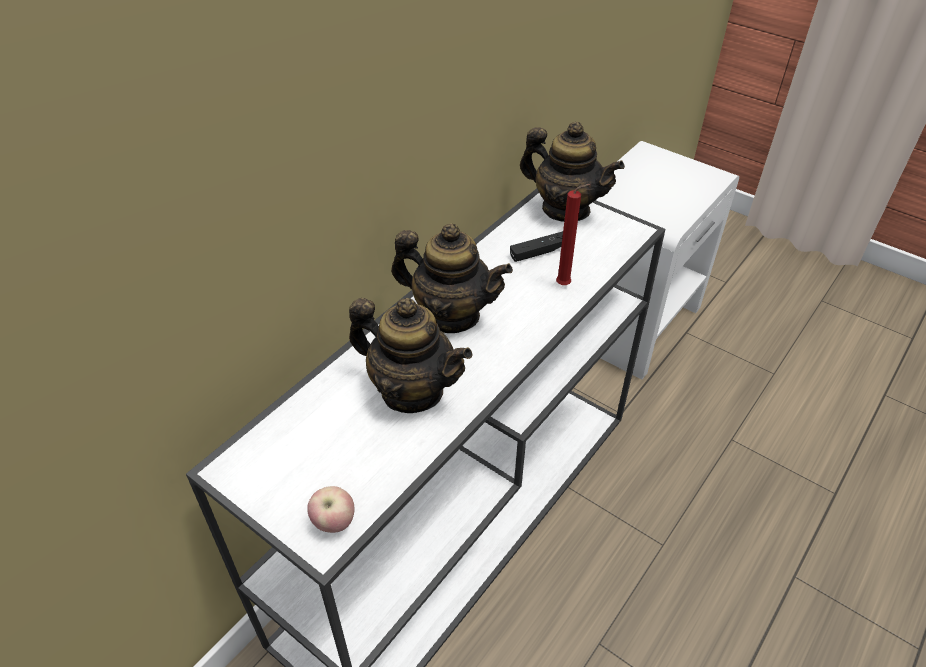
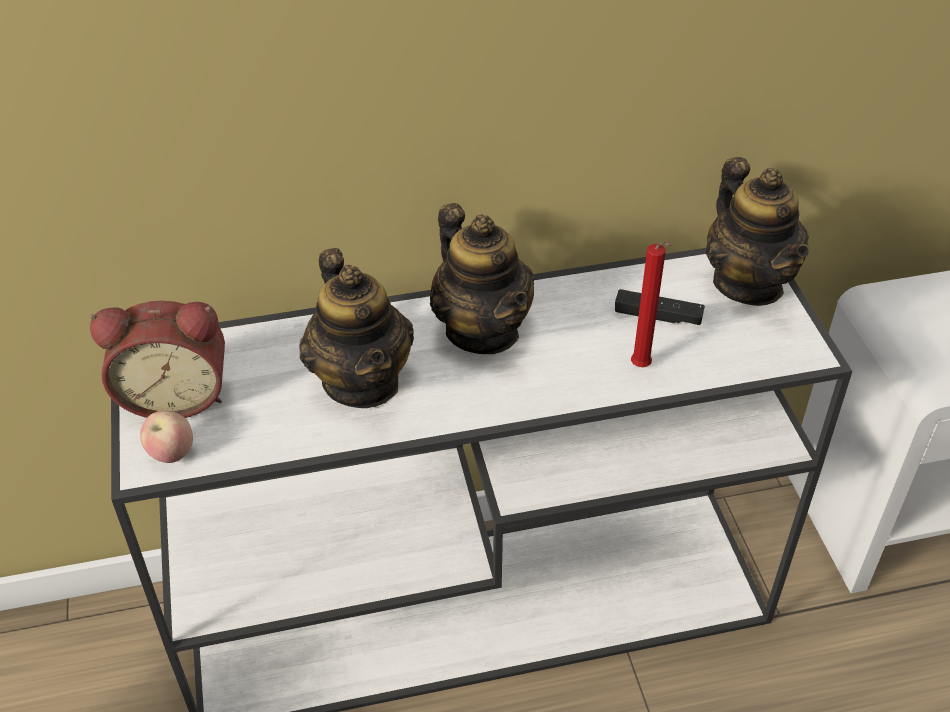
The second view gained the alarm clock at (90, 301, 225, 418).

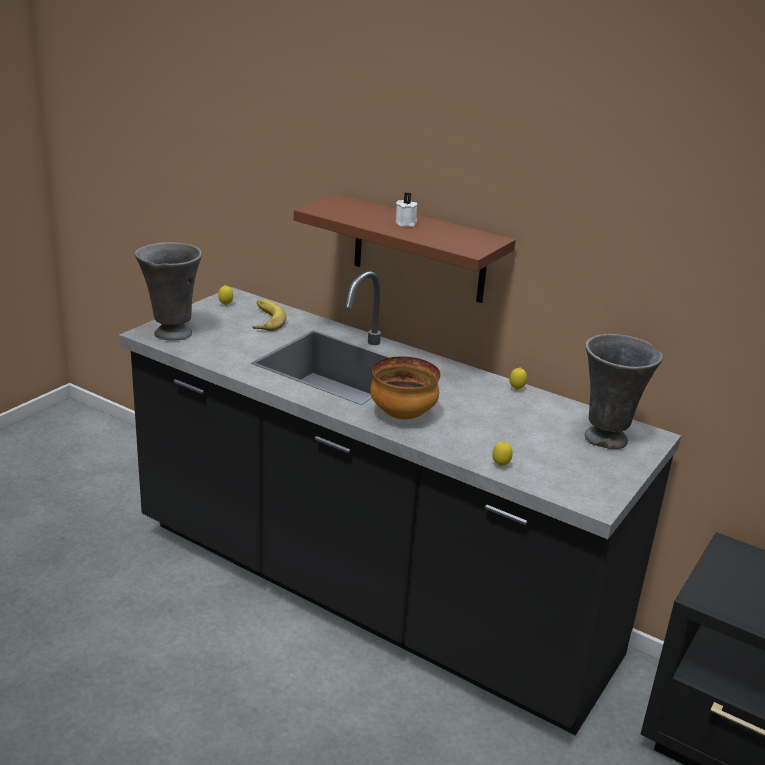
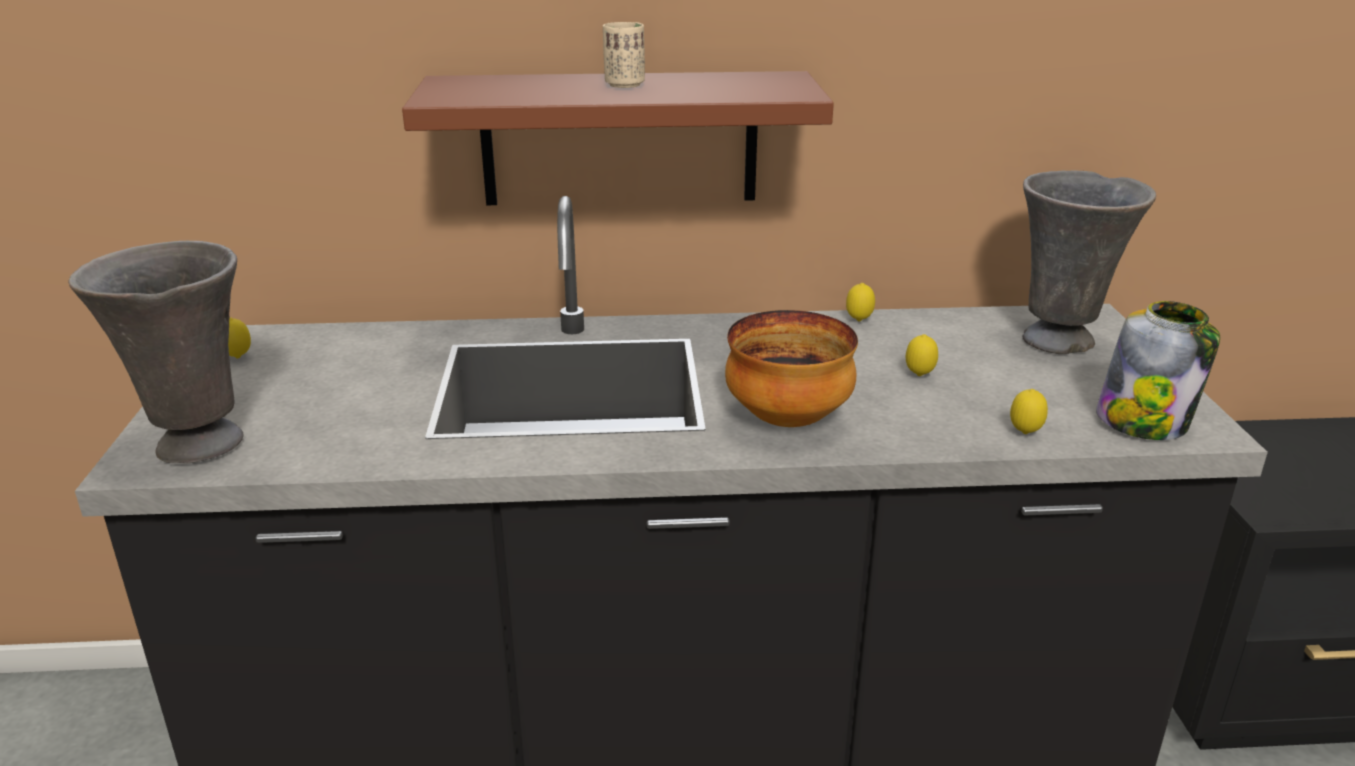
The second view lost the banana at (252, 299, 286, 331). Where the wax light/white-coloured stood at (396, 192, 418, 227), the small cup/beige came to stand at (603, 22, 645, 88). The second view gained the whole lemon at (906, 334, 938, 376). The second view gained the jar at (1096, 301, 1220, 440).

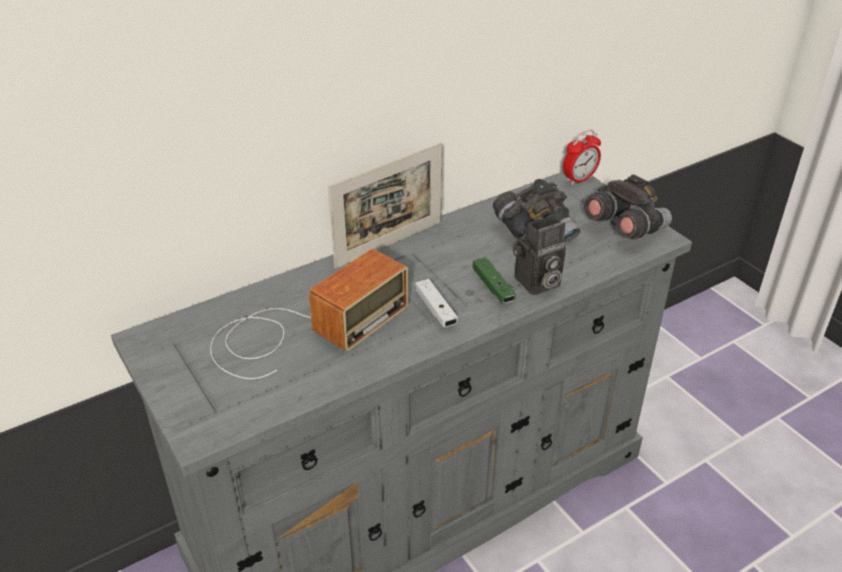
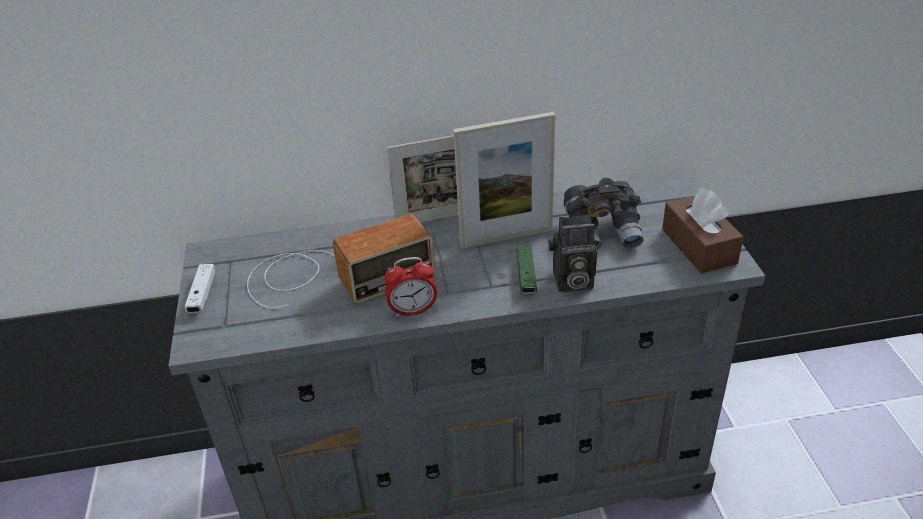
The joypad/white-coloured ended up elsewhere, having gone from (415, 279, 458, 327) to (184, 264, 215, 313). The alarm clock ended up elsewhere, having gone from (563, 129, 601, 185) to (384, 257, 437, 317). Where the pair of binoculars/gray stood at (584, 174, 672, 239), the tissue holder/brown-coloured came to stand at (662, 188, 744, 273). The second view gained the picture frame at (453, 112, 555, 249).

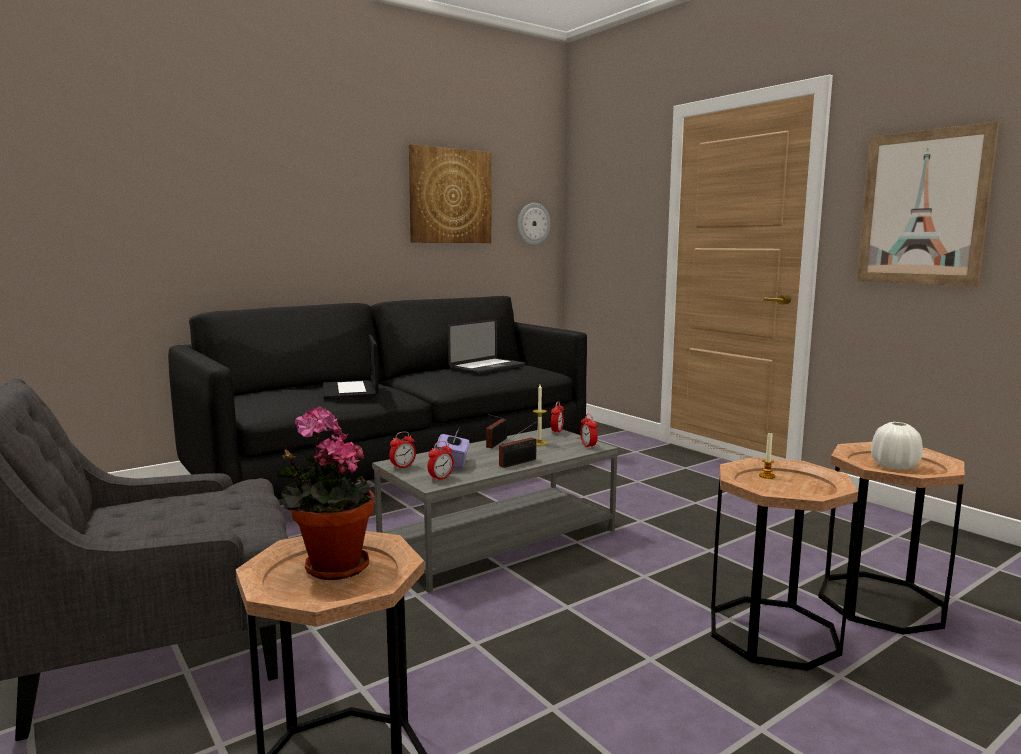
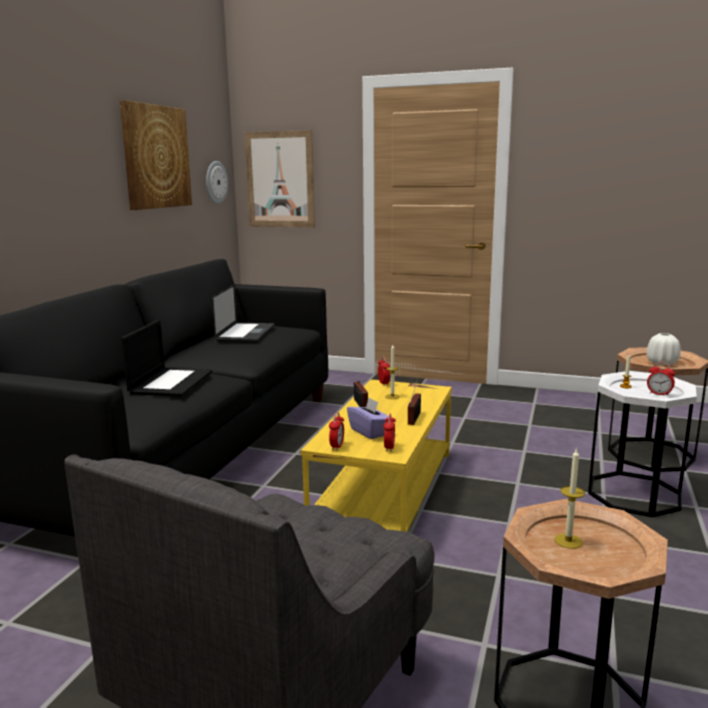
Where the houseplant stood at (275, 407, 375, 580), the wax light came to stand at (554, 448, 585, 549). The notebook computer at (323, 335, 379, 399) ended up facing another way, 120 degrees counterclockwise from before. What was the lounge table/gray at (372, 427, 619, 593) turned into the lounge table/yellow at (300, 379, 452, 532). The alarm clock ended up elsewhere, having gone from (580, 414, 598, 448) to (647, 362, 675, 396). What was the side table/brown-coloured at (711, 457, 858, 671) turned into the side table/white-coloured at (588, 371, 697, 517). The wall art ended up elsewhere, having gone from (857, 121, 999, 286) to (244, 130, 315, 228).

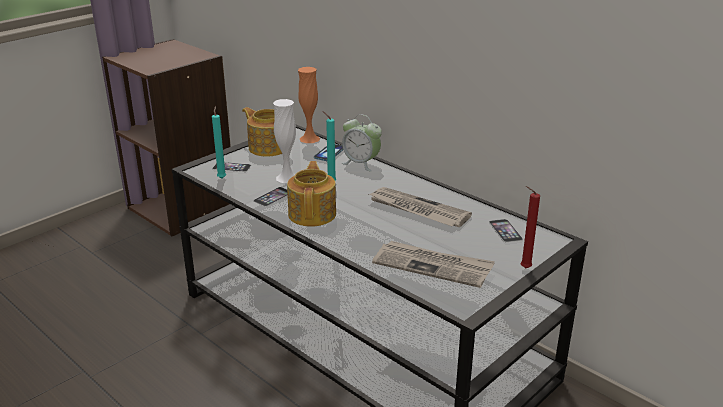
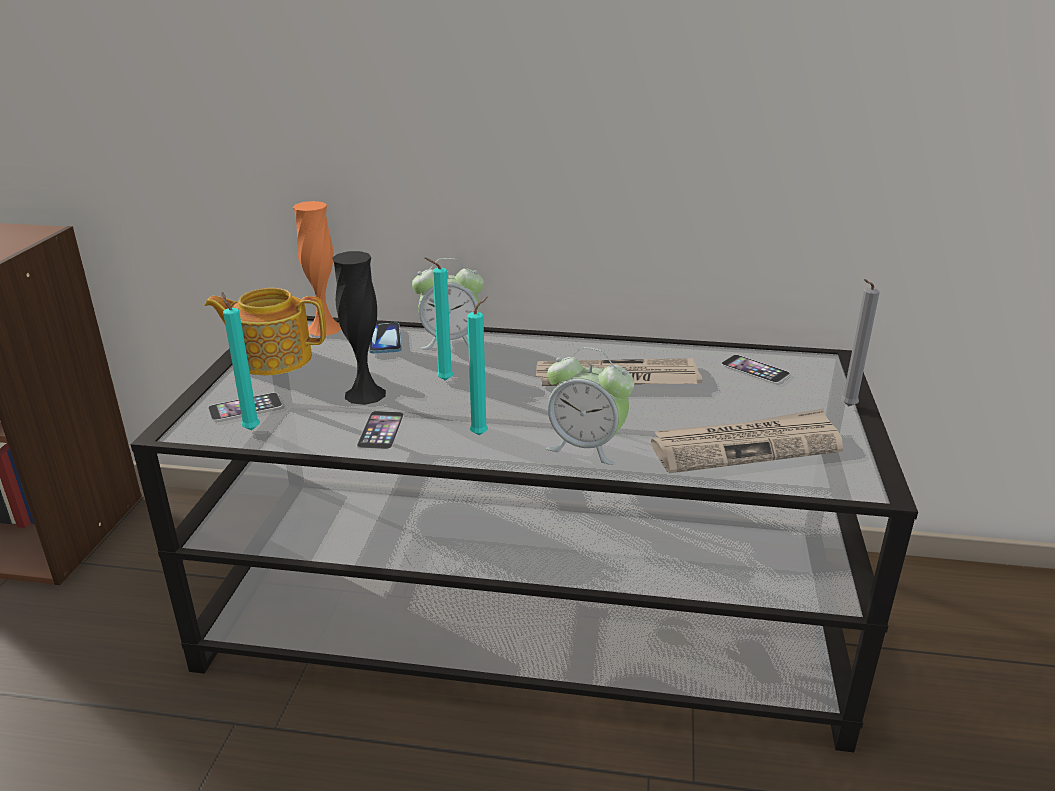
What was the decorative vase/white-coloured at (273, 99, 296, 183) turned into the decorative vase/black at (332, 251, 386, 405). Where the teapot stood at (287, 161, 336, 227), the wax light/turquoise came to stand at (467, 296, 488, 435). What was the wax light/reddish at (521, 186, 540, 268) turned into the wax light/gray at (841, 279, 880, 407). The second view gained the alarm clock at (546, 347, 634, 465).

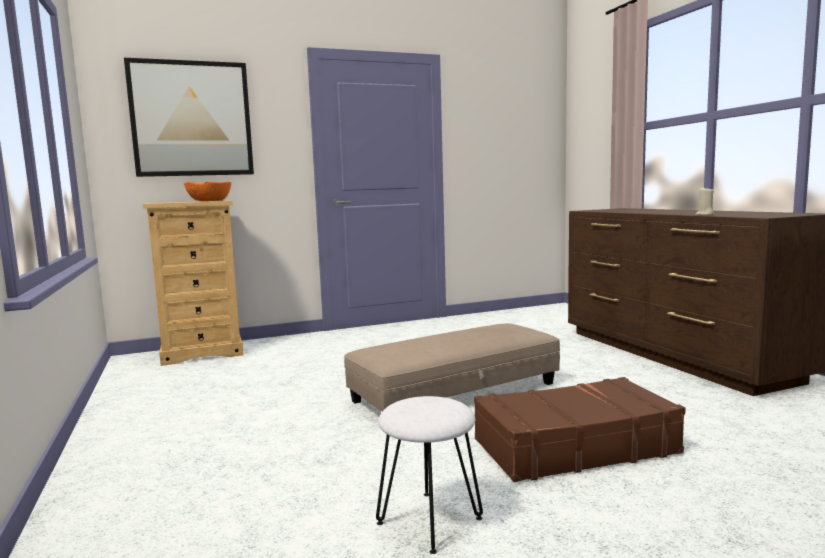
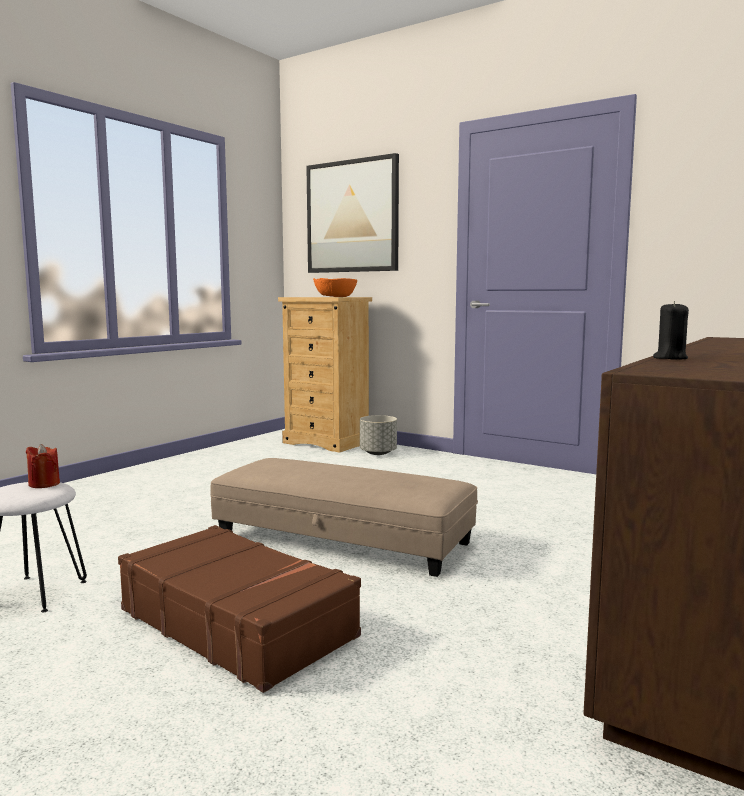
What was the wax light/beige at (695, 188, 714, 215) turned into the wax light/black at (653, 301, 689, 360). The second view gained the wax light/reddish at (26, 444, 60, 488). The second view gained the plant pot/gray at (360, 415, 397, 455).

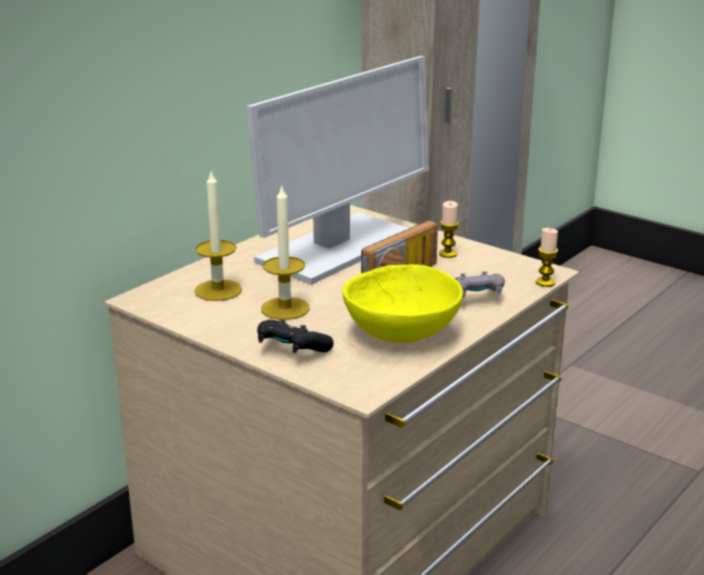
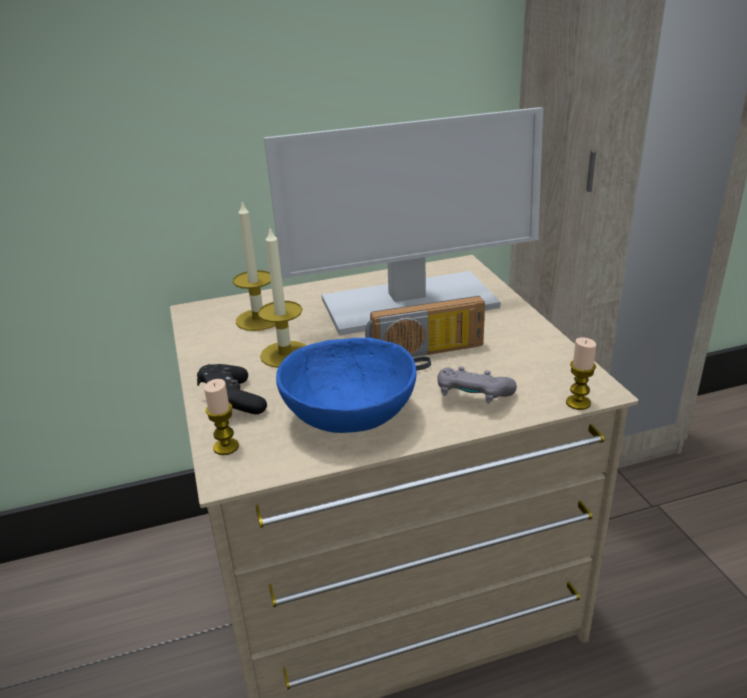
What was the serving bowl/yellow at (342, 264, 463, 343) turned into the serving bowl/bluish at (276, 337, 417, 433). The wax light ended up elsewhere, having gone from (439, 201, 459, 258) to (204, 379, 239, 455).

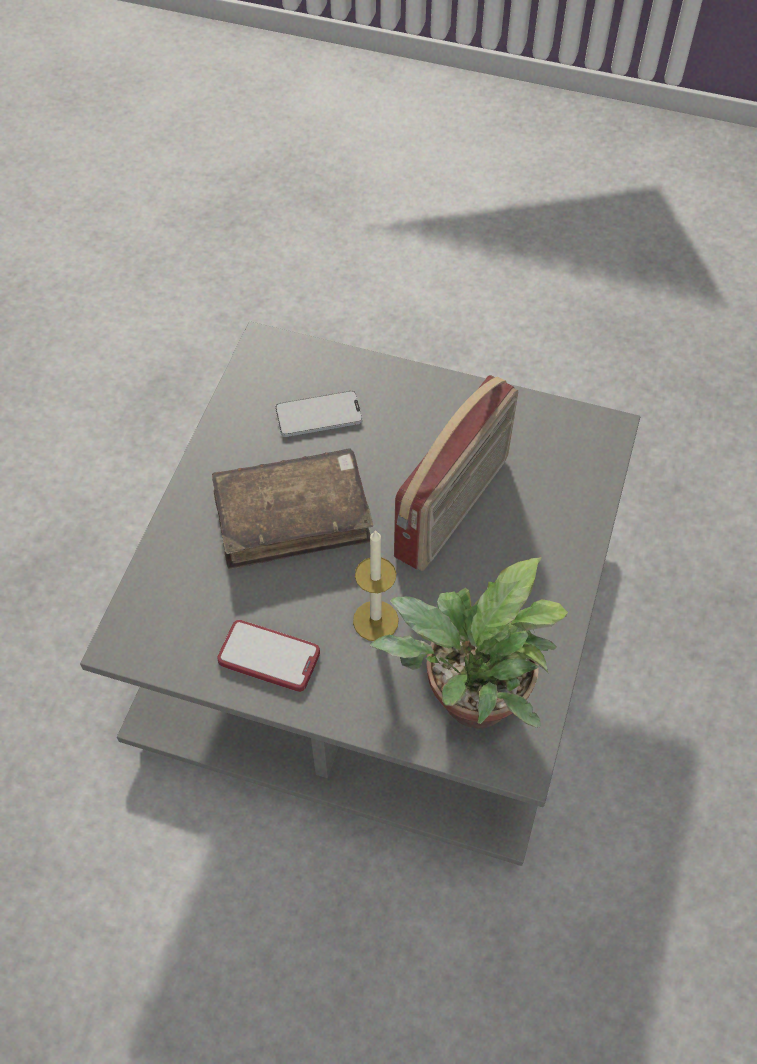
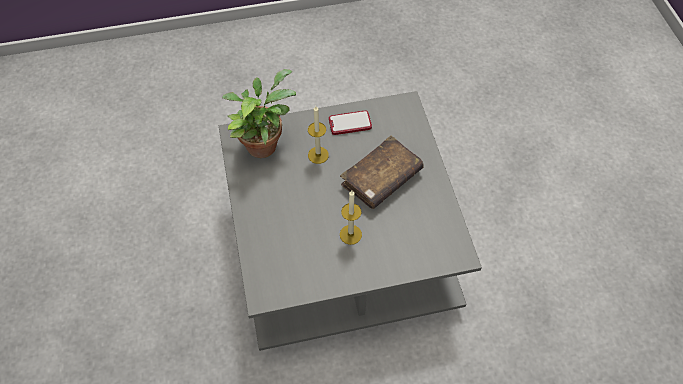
The second view lost the handset at (275, 391, 363, 437). The second view lost the radio set at (394, 375, 518, 571). The second view gained the wax light at (340, 191, 362, 245).

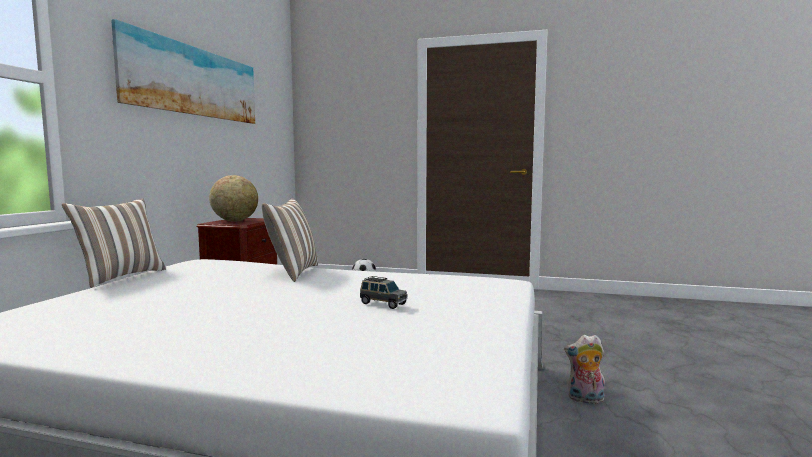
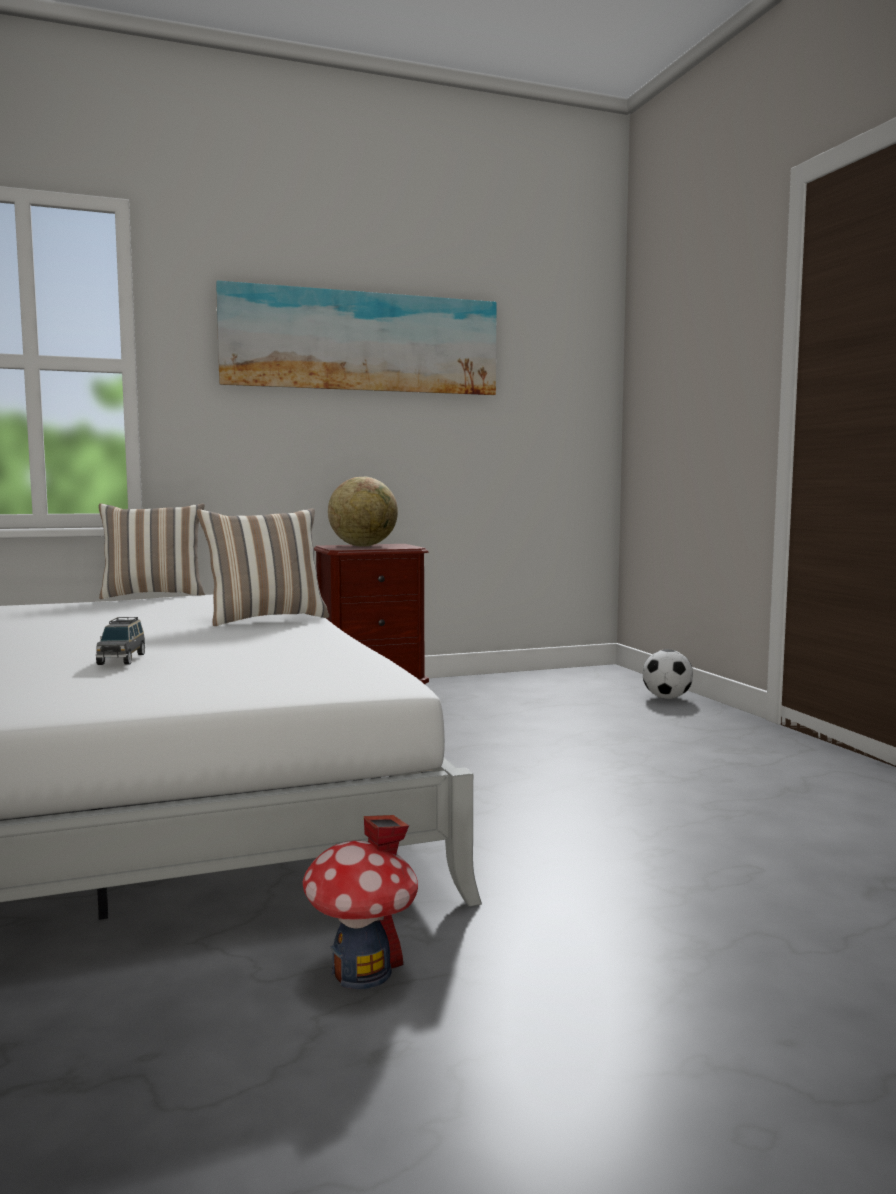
Where the plush toy stood at (564, 335, 605, 404), the model house came to stand at (303, 815, 418, 989).

